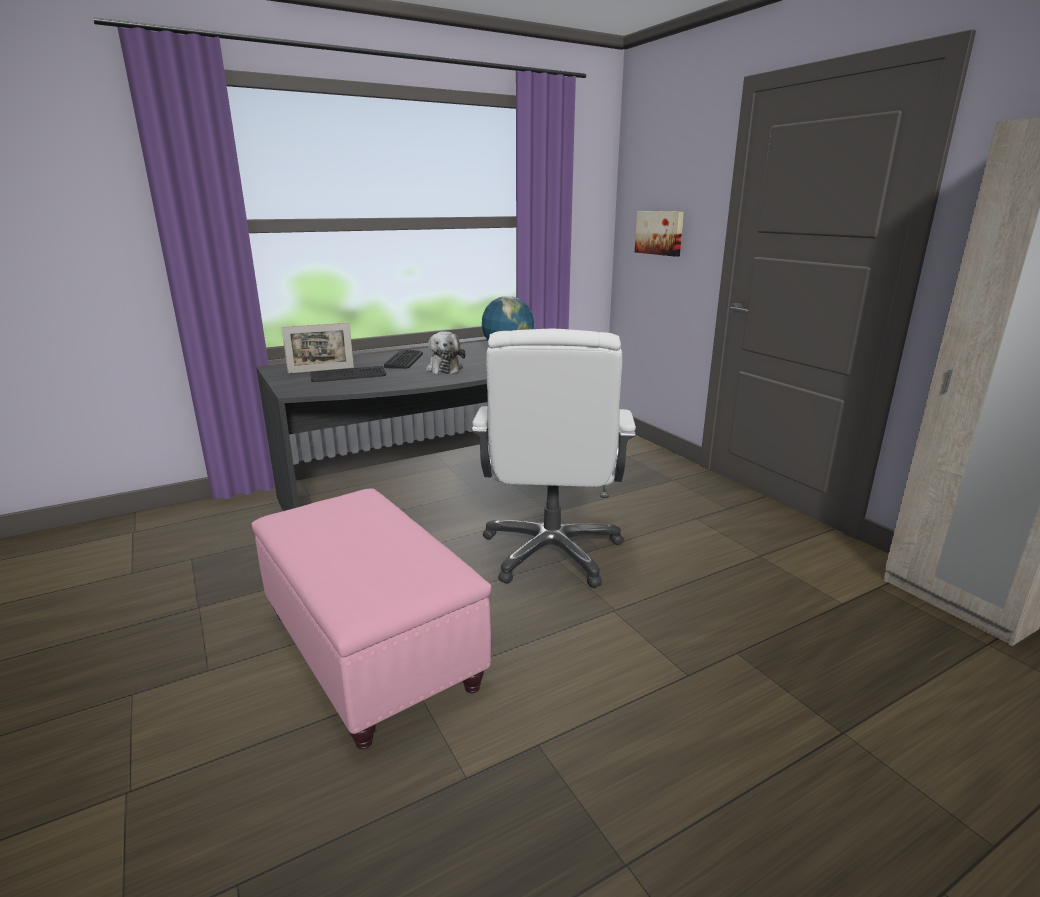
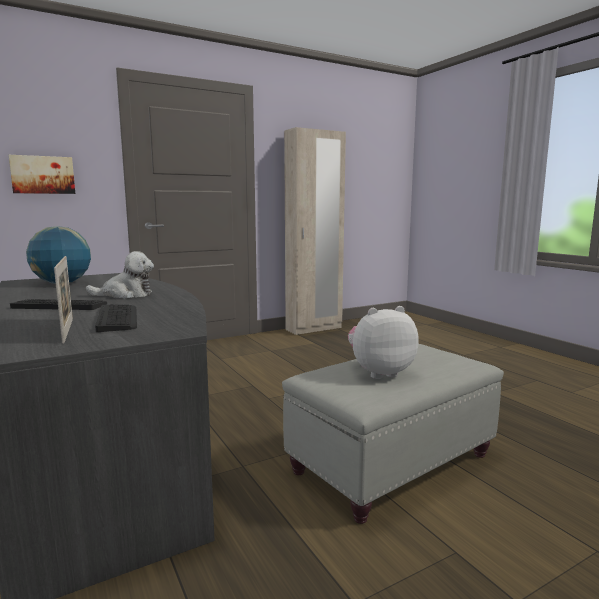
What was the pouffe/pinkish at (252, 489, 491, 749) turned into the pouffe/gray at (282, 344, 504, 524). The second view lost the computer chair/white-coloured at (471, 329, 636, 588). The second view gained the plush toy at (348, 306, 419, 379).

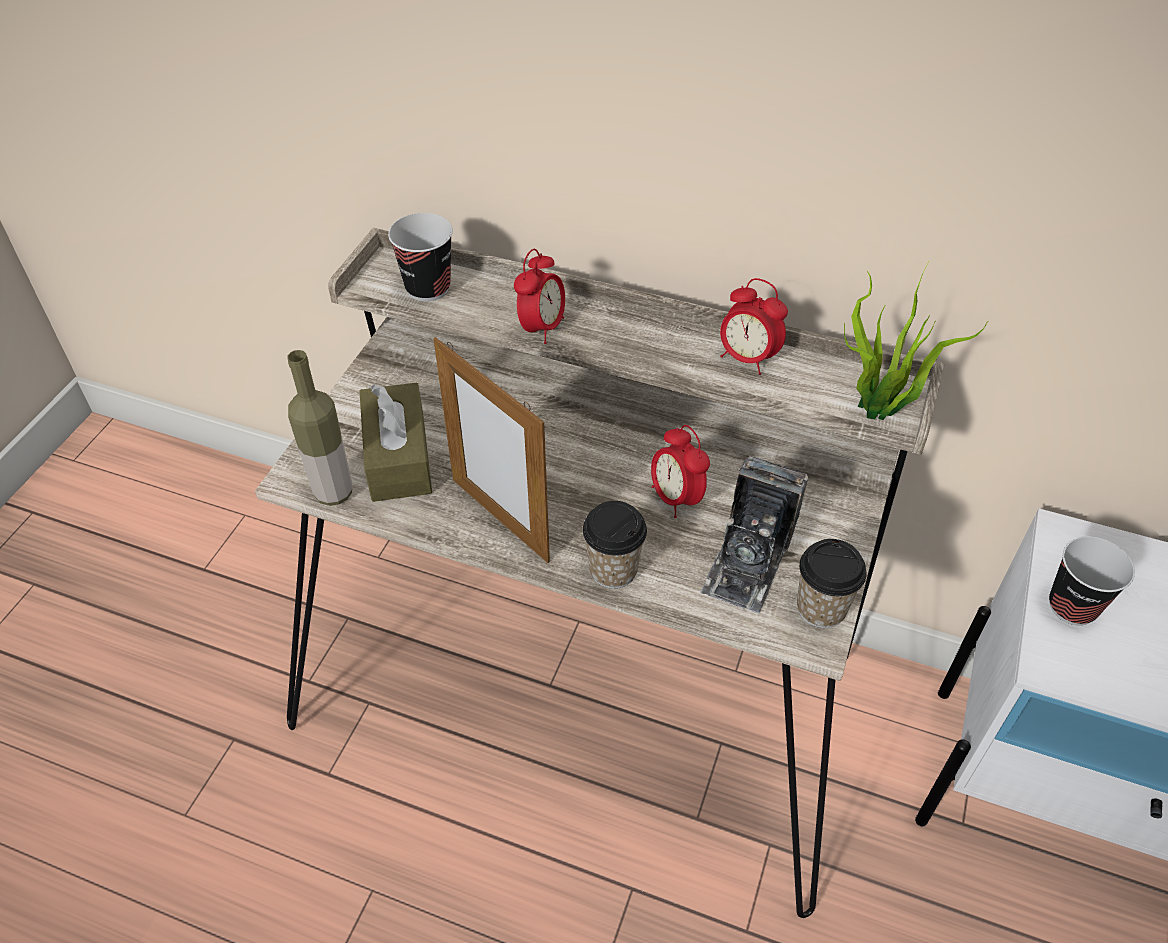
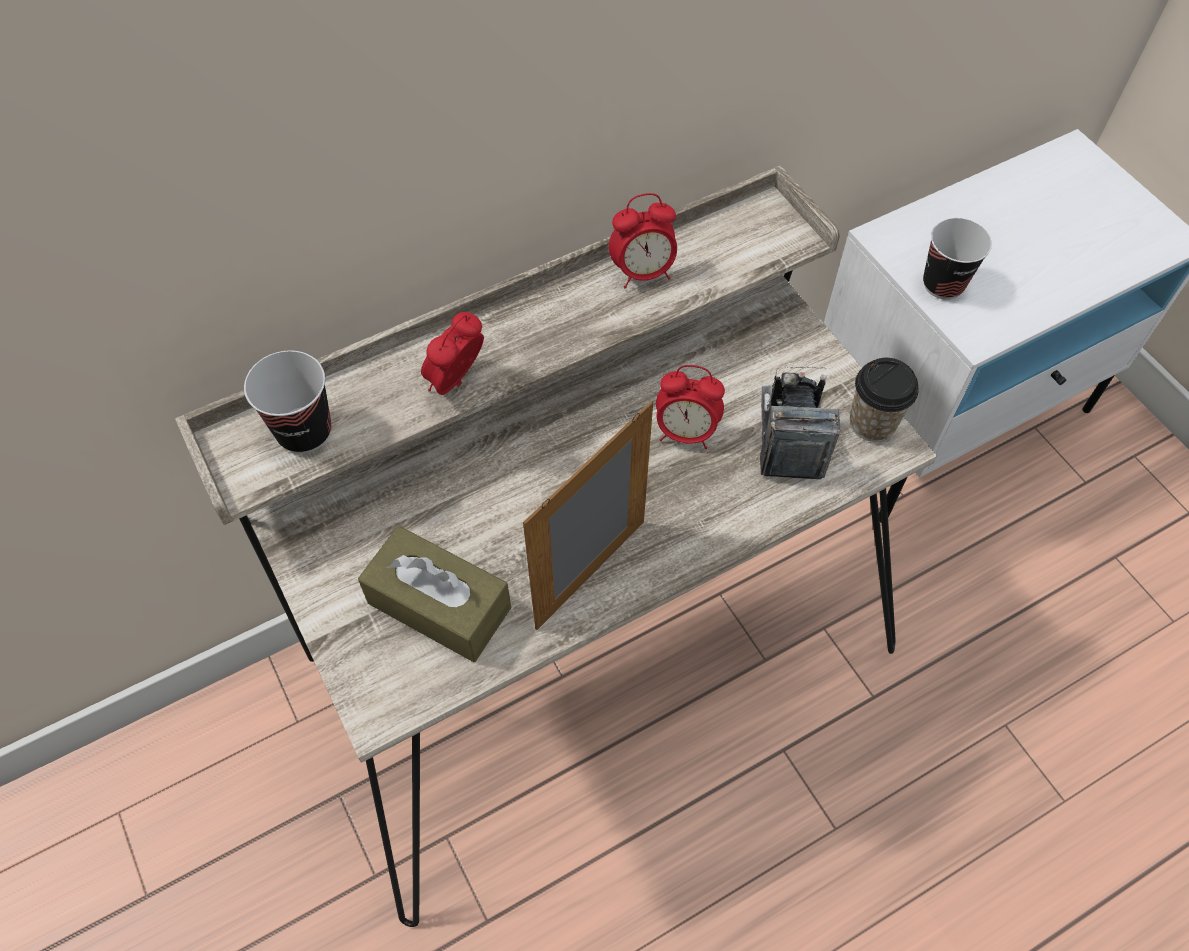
The second view lost the beverage bottle at (288, 350, 352, 506). The picture frame at (433, 337, 550, 563) ended up facing another way, 135 degrees clockwise from before. The alarm clock at (514, 249, 565, 344) ended up facing another way, 120 degrees counterclockwise from before. The second view lost the small cup at (583, 501, 647, 589). The still camera at (700, 456, 809, 613) ended up facing another way, 150 degrees counterclockwise from before. The second view lost the houseplant at (844, 261, 988, 420).

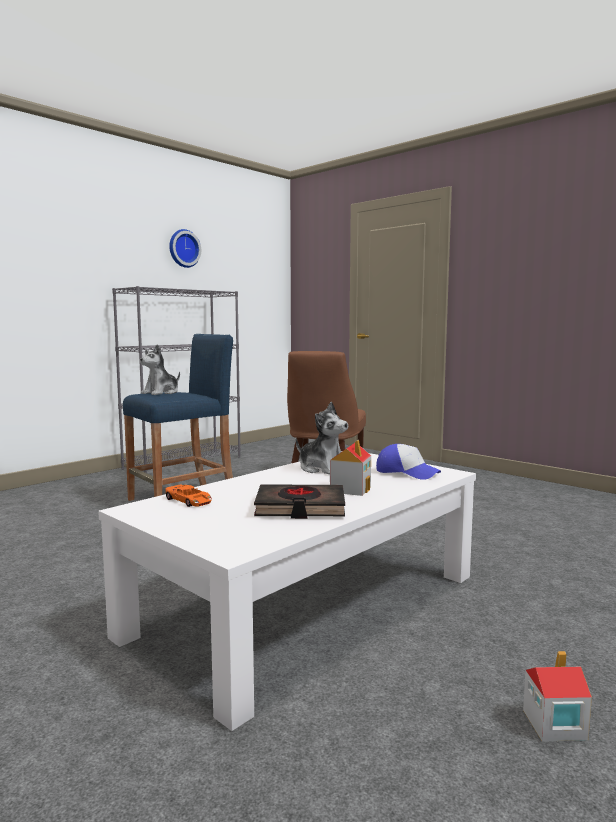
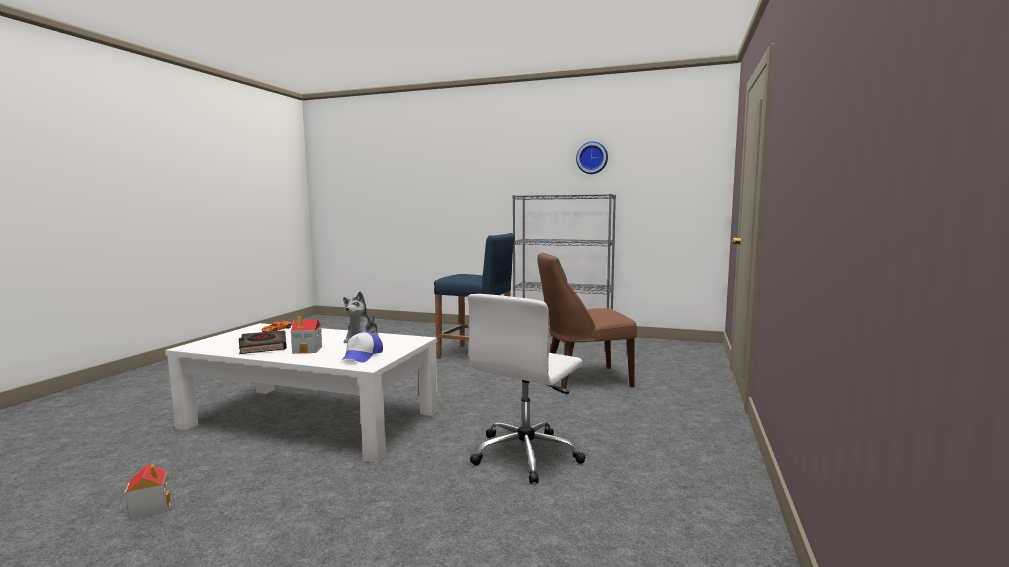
The second view lost the plush toy at (140, 344, 180, 395). The second view gained the computer chair/white-coloured at (468, 294, 586, 484).

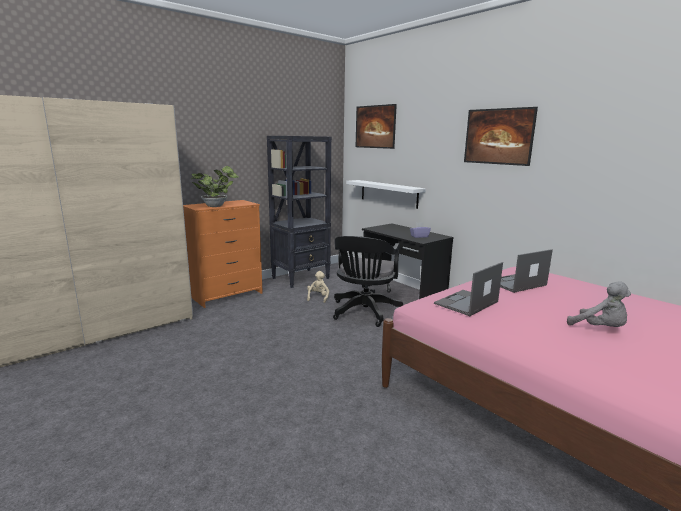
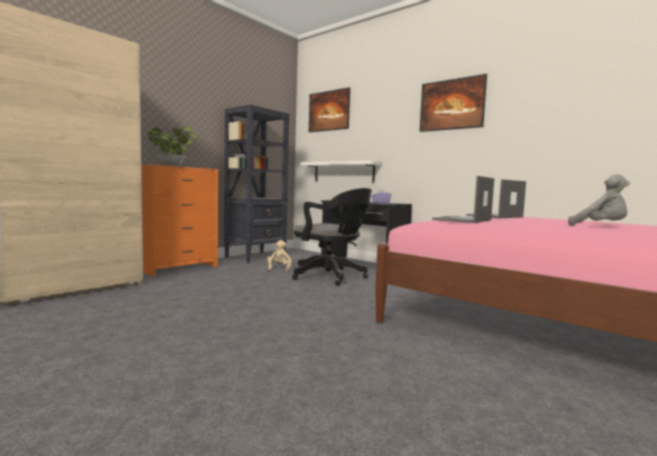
The computer chair/black at (333, 236, 403, 327) ended up facing another way, 60 degrees counterclockwise from before.

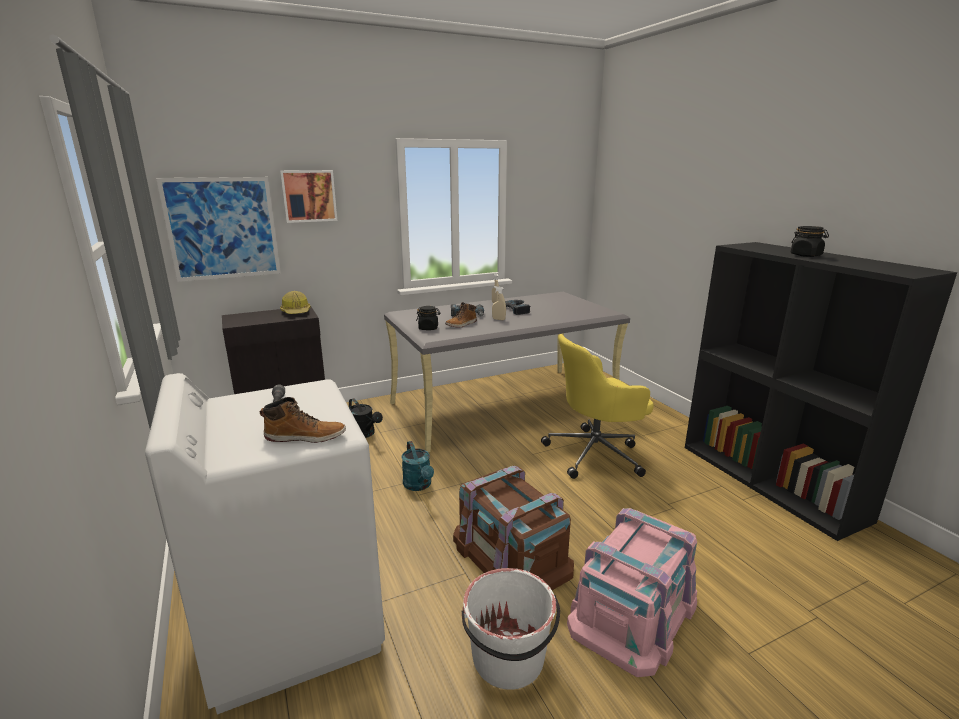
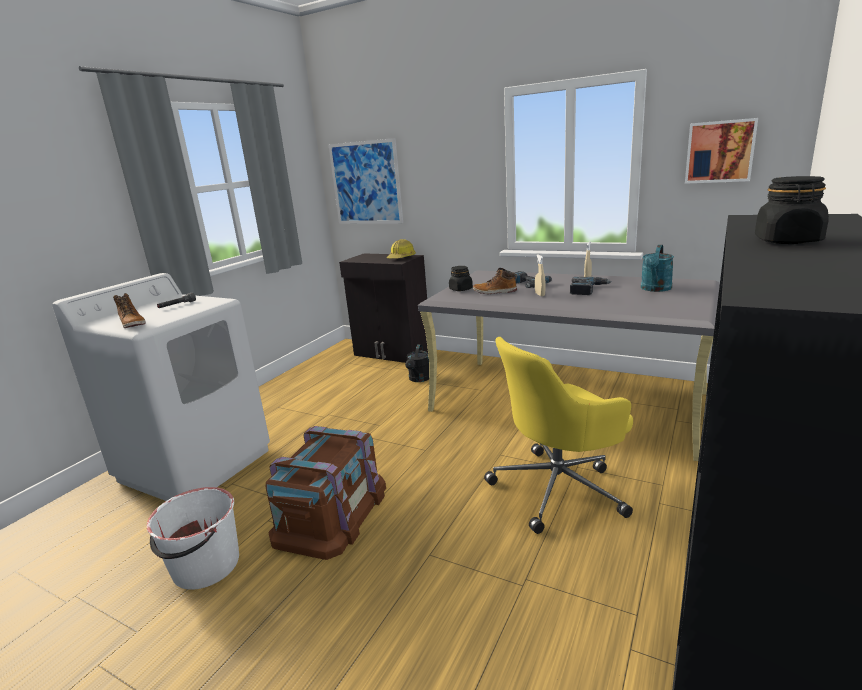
The wall art ended up elsewhere, having gone from (280, 170, 337, 223) to (685, 118, 758, 184). The watering can/turquoise ended up elsewhere, having gone from (401, 441, 434, 491) to (641, 245, 674, 292). The computer chair/yellow at (541, 334, 654, 479) ended up facing another way, 60 degrees counterclockwise from before. The second view lost the storage bin/pinkish at (567, 508, 697, 677).

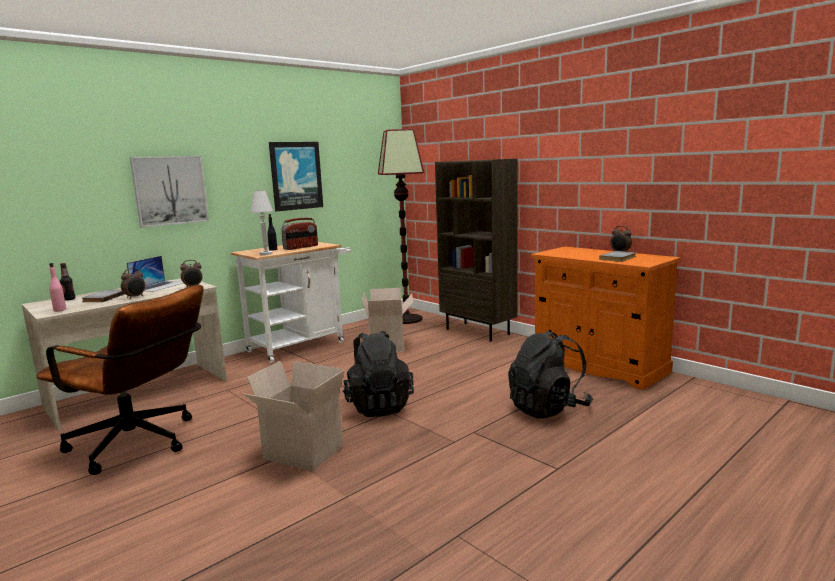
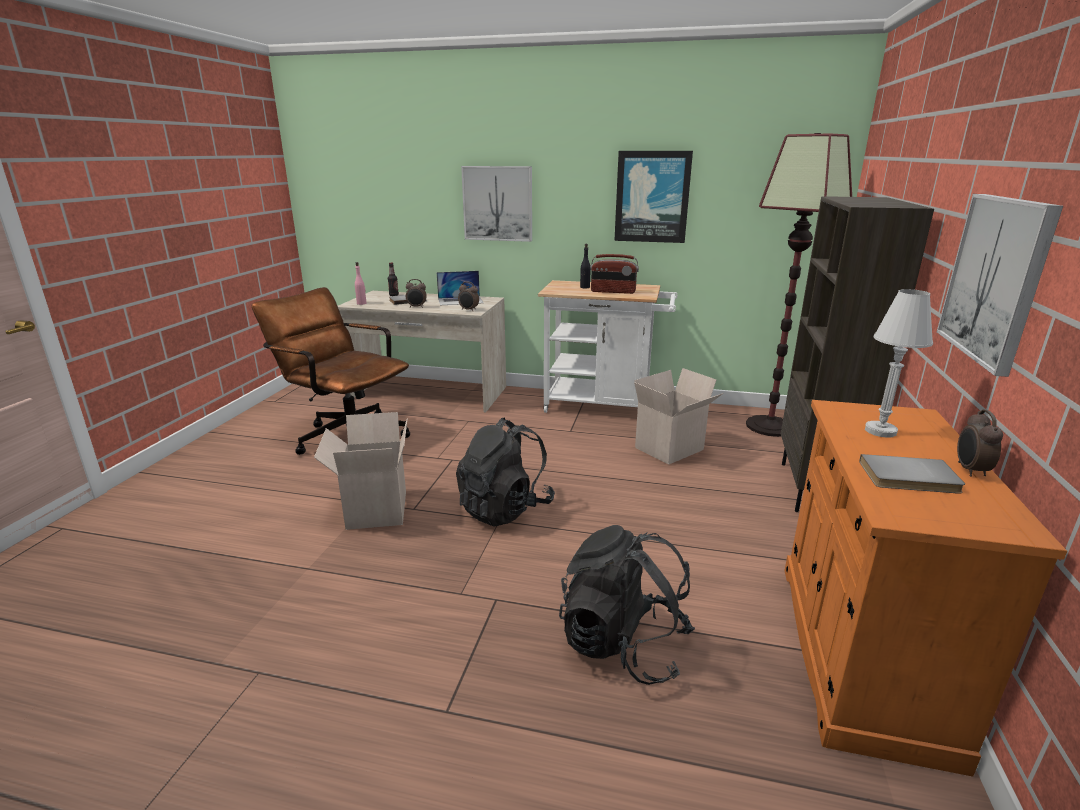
The computer chair/brown-coloured at (36, 285, 204, 475) ended up facing another way, 135 degrees clockwise from before. The tabletop lamp/white-coloured ended up elsewhere, having gone from (250, 190, 273, 255) to (865, 289, 933, 438). The second view gained the wall art at (937, 194, 1063, 377).

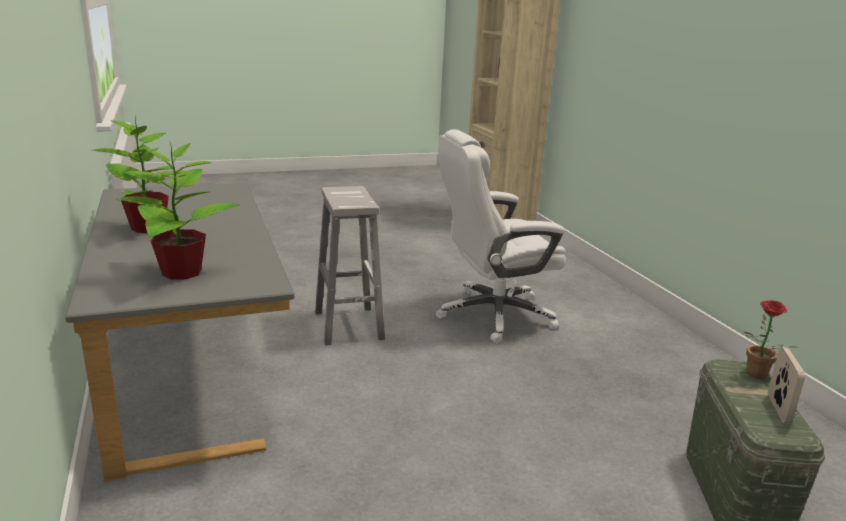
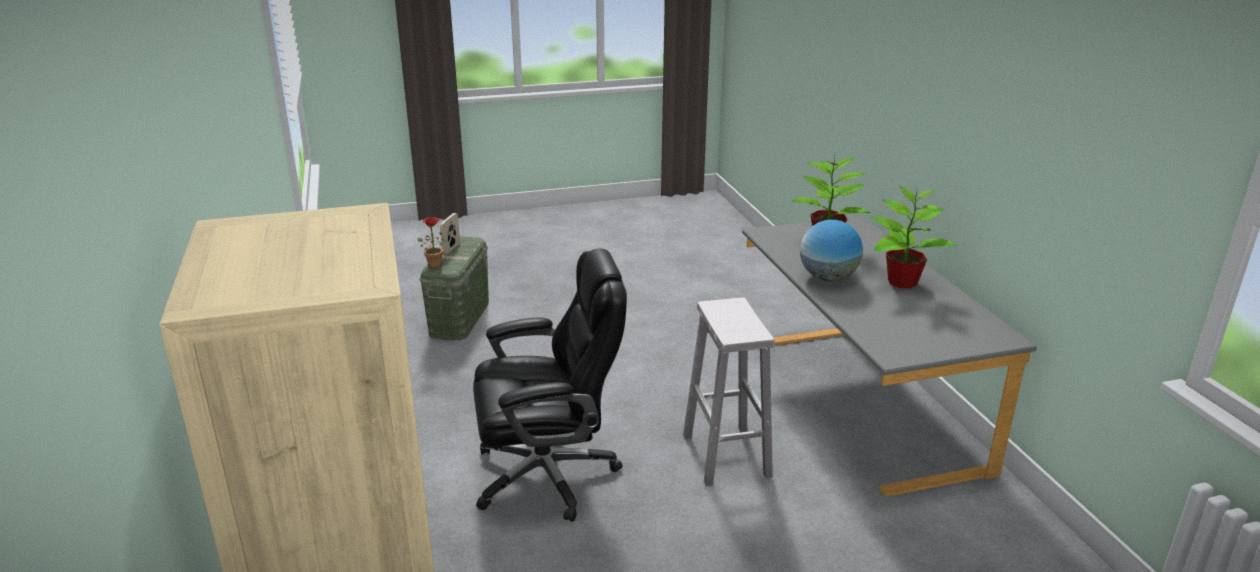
What was the computer chair/white-coloured at (436, 129, 566, 343) turned into the computer chair/black at (473, 248, 627, 522). The second view gained the world globe at (800, 220, 863, 281).

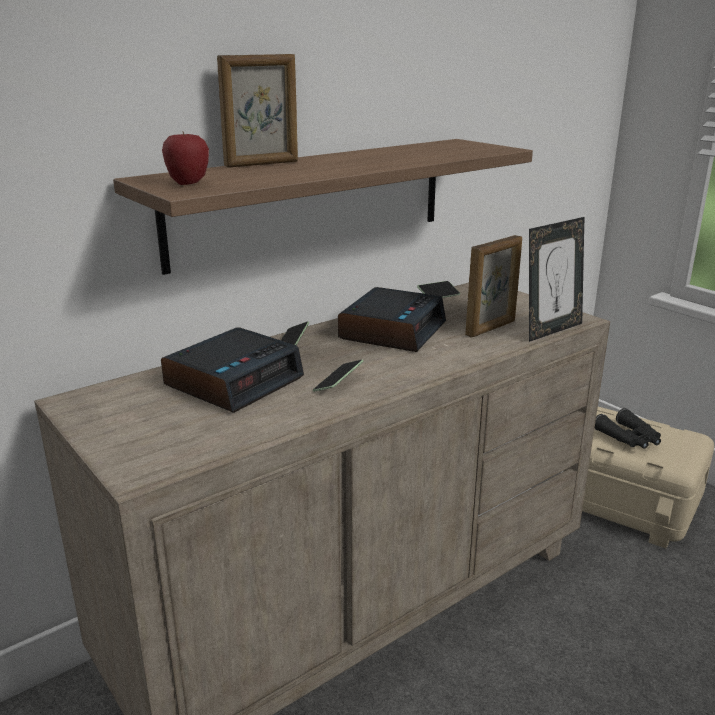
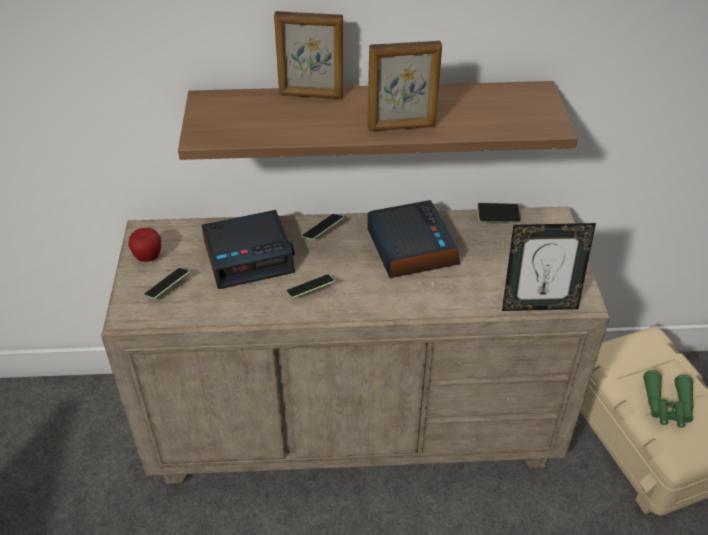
The apple ended up elsewhere, having gone from (162, 131, 209, 185) to (128, 228, 161, 262). The alarm clock at (338, 287, 446, 352) ended up facing another way, 75 degrees counterclockwise from before. The picture frame ended up elsewhere, having gone from (465, 235, 522, 338) to (367, 41, 442, 131). What was the pair of binoculars/black at (595, 408, 661, 449) turned into the pair of binoculars/greenish at (643, 370, 694, 428). The second view gained the handset at (144, 268, 190, 299).

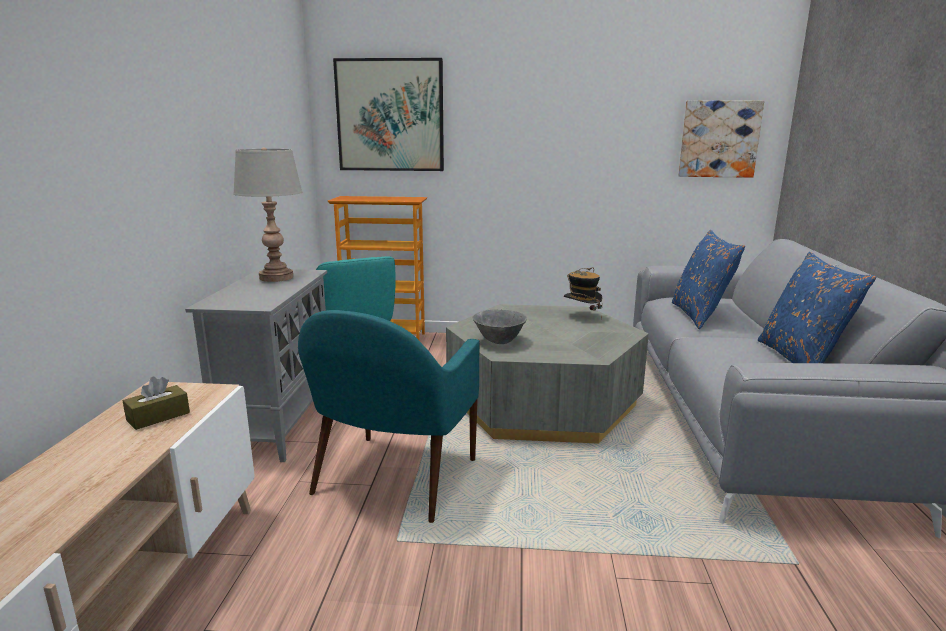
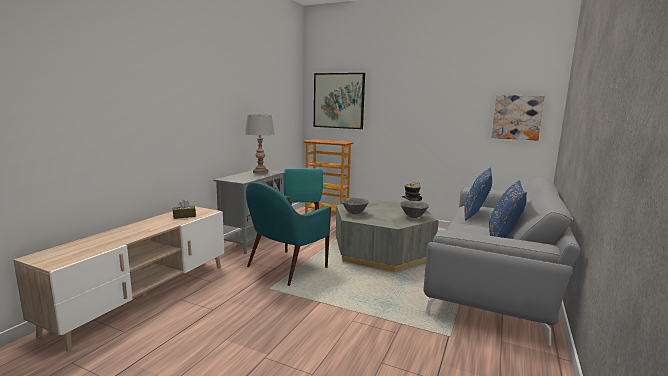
The second view gained the serving bowl/gray at (400, 201, 429, 218).

